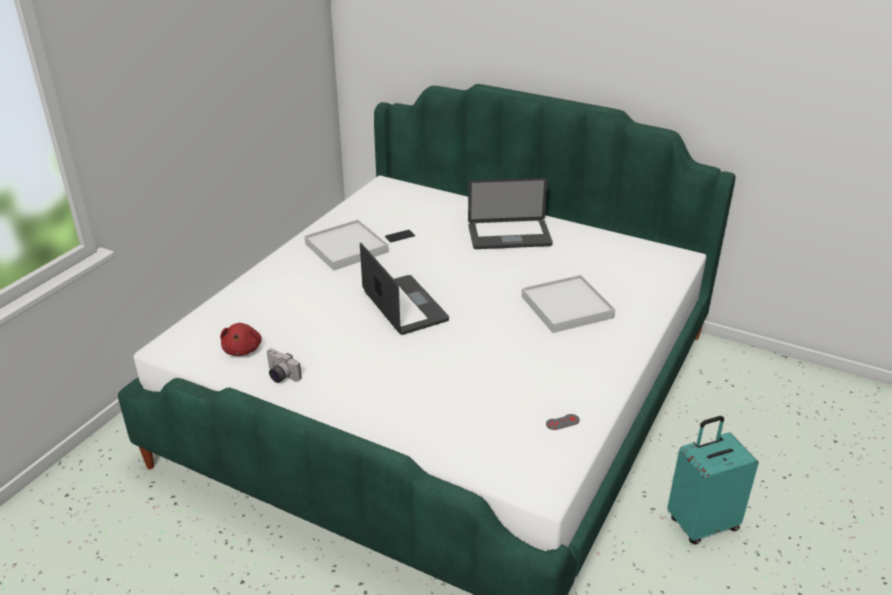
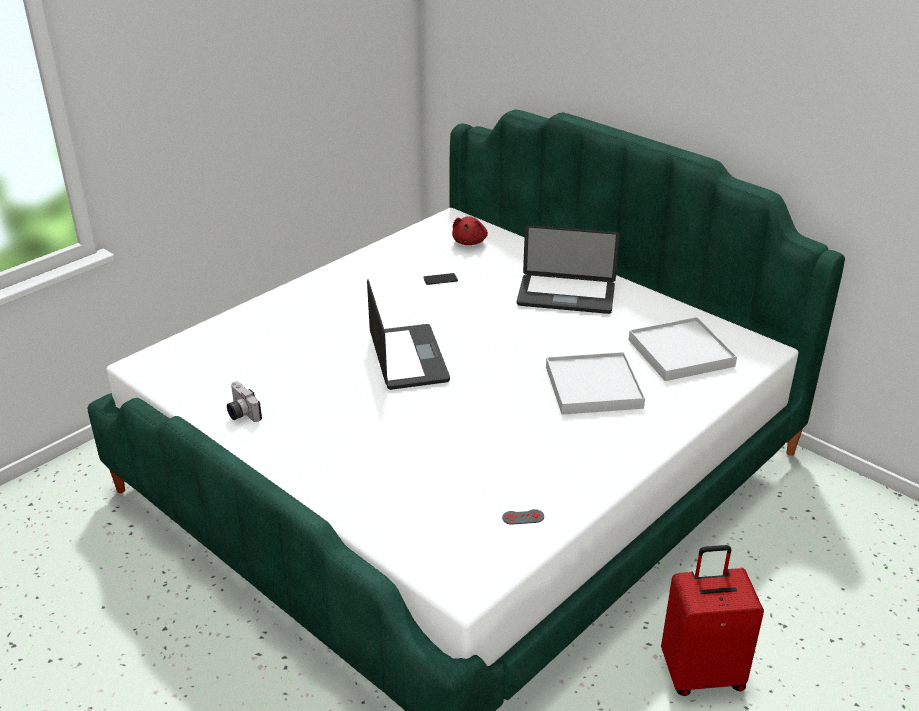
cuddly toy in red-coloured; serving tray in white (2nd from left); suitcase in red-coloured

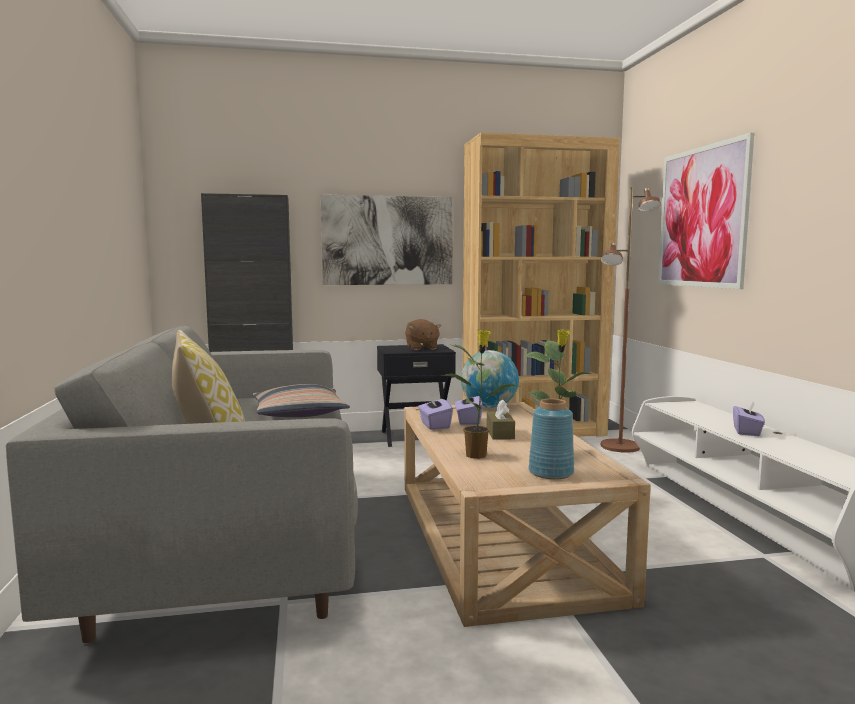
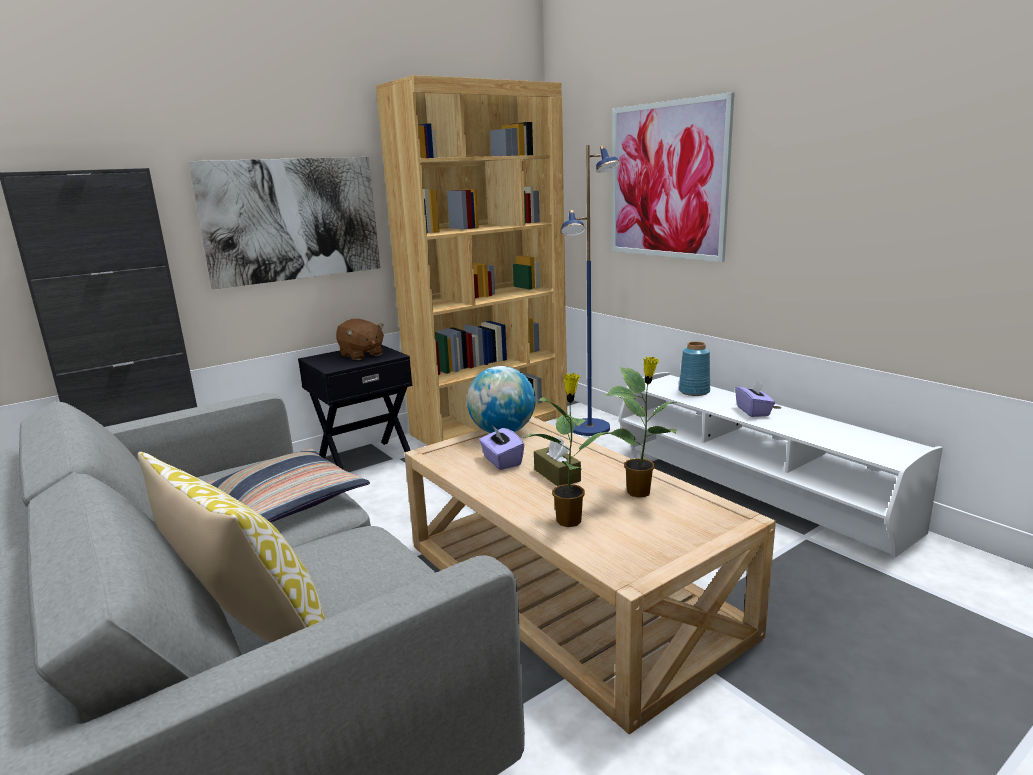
floor lamp in blue-coloured; decorative vase in blue-coloured; tissue holder in purple (1st from left in the first image)

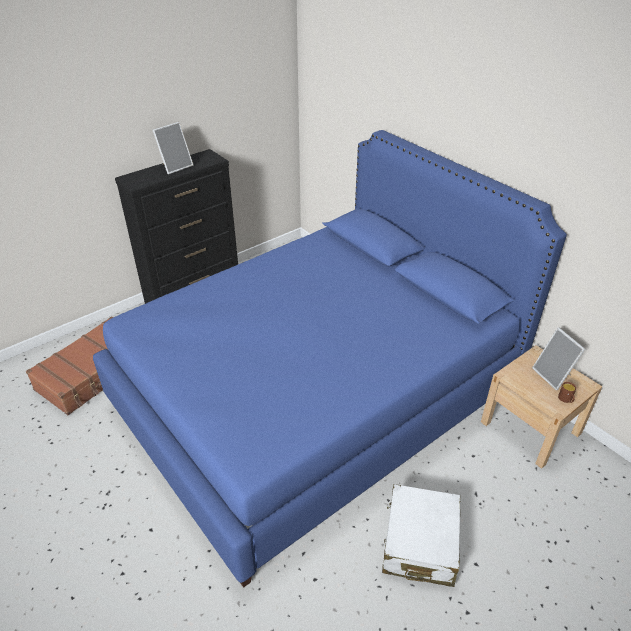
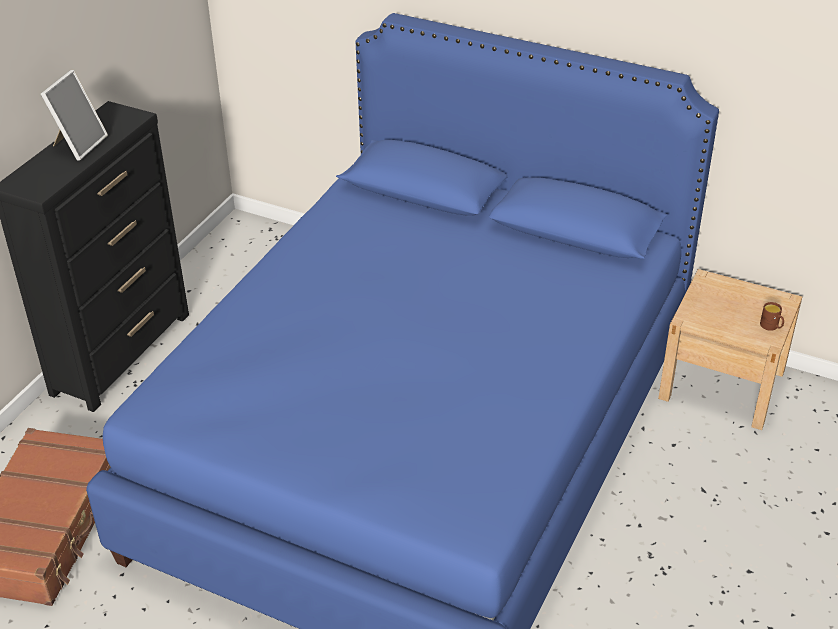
suitcase in white; picture frame (2nd from left in the first image)

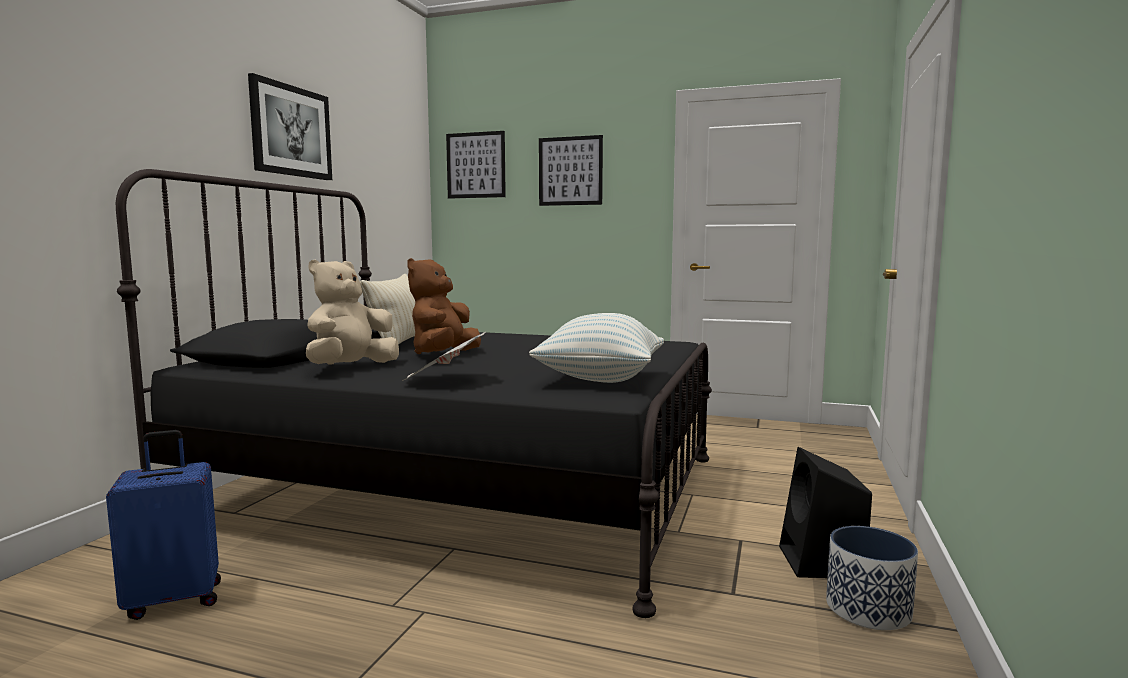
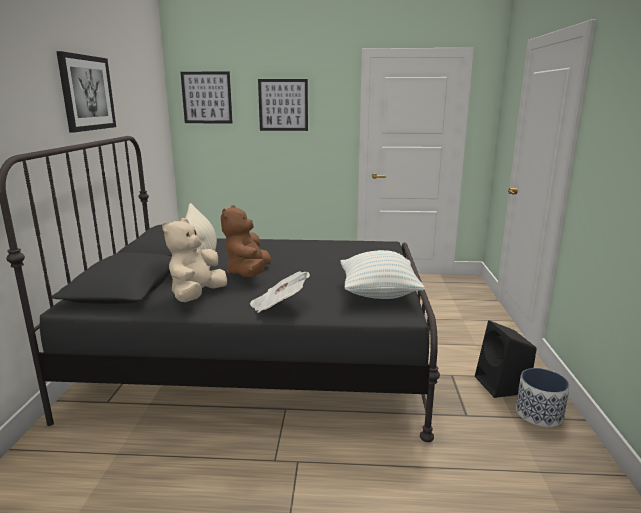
suitcase in blue-coloured

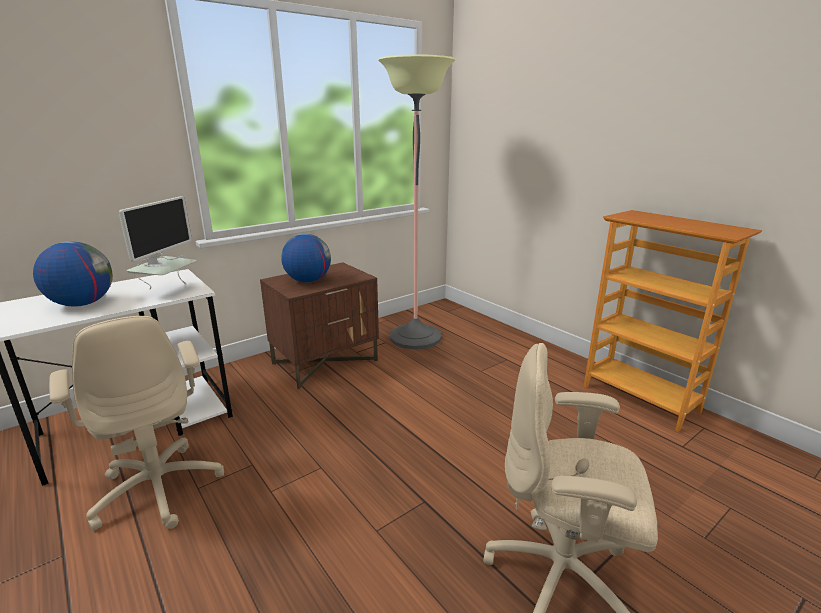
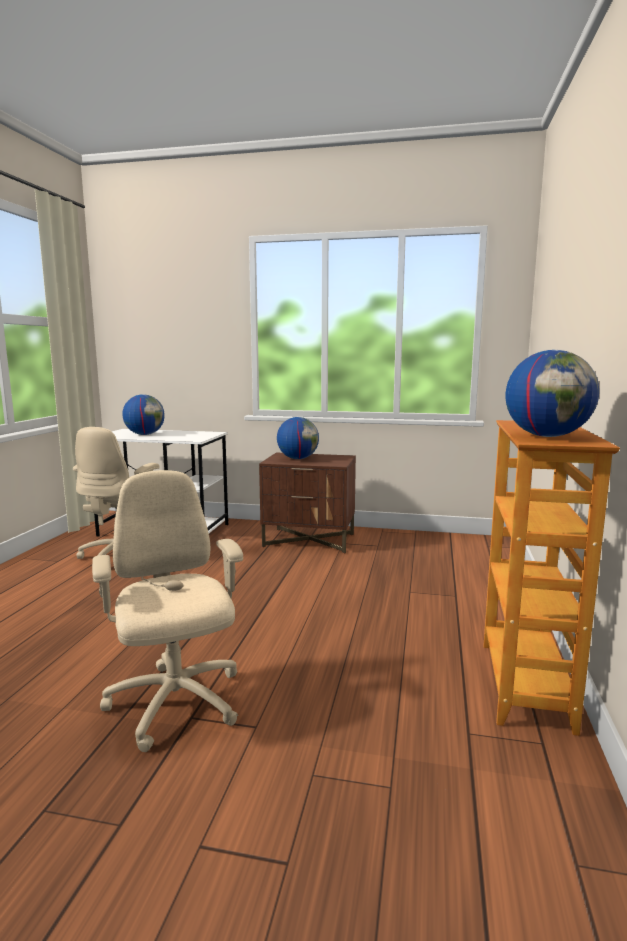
desk globe (3rd from left); computer screen; floor lamp

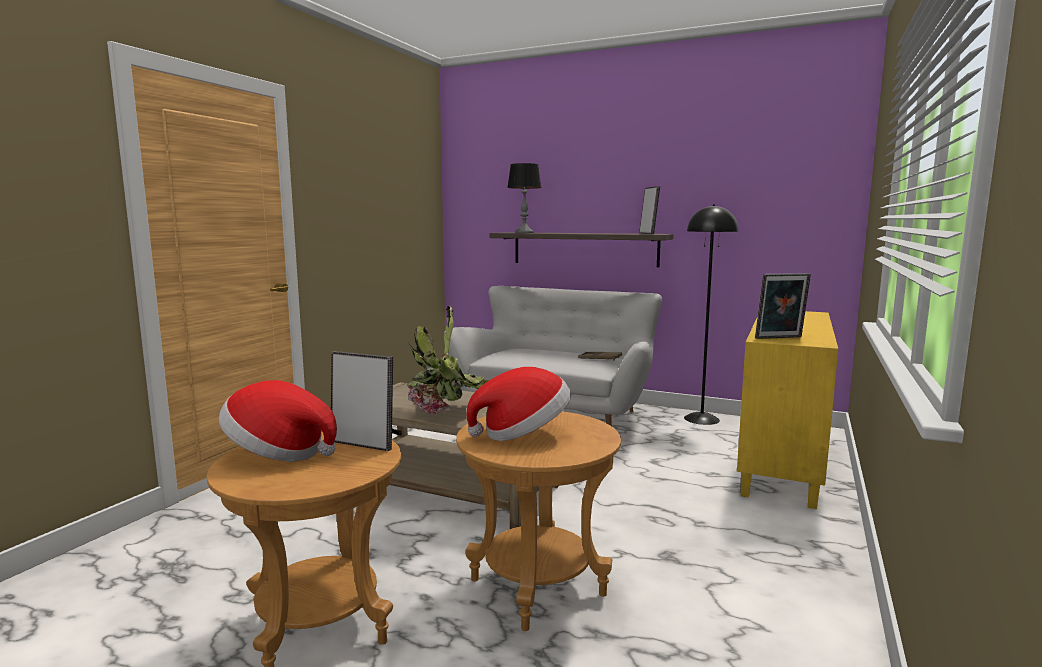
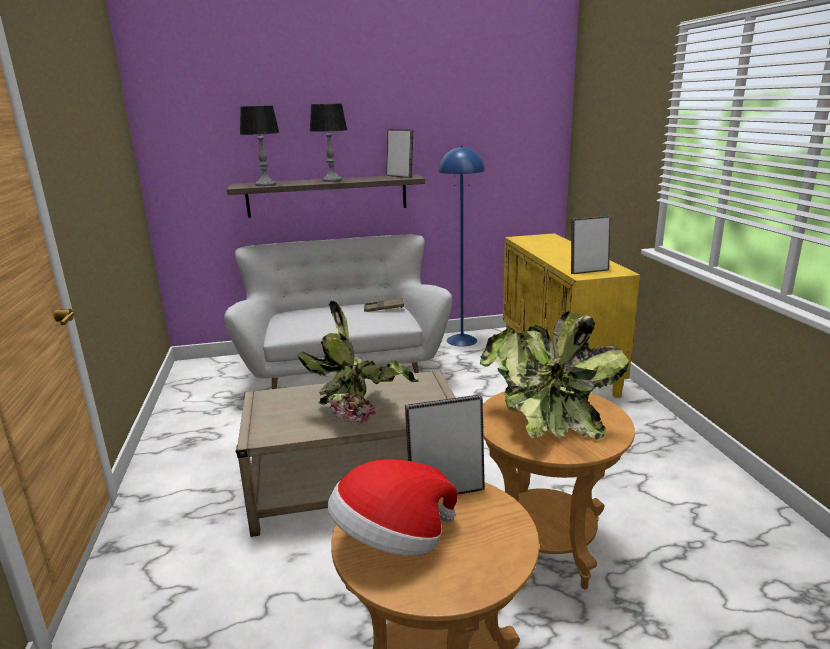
tabletop lamp (2nd from left); floor lamp in blue-coloured; potted plant (2nd from left); picture frame (3rd from left)

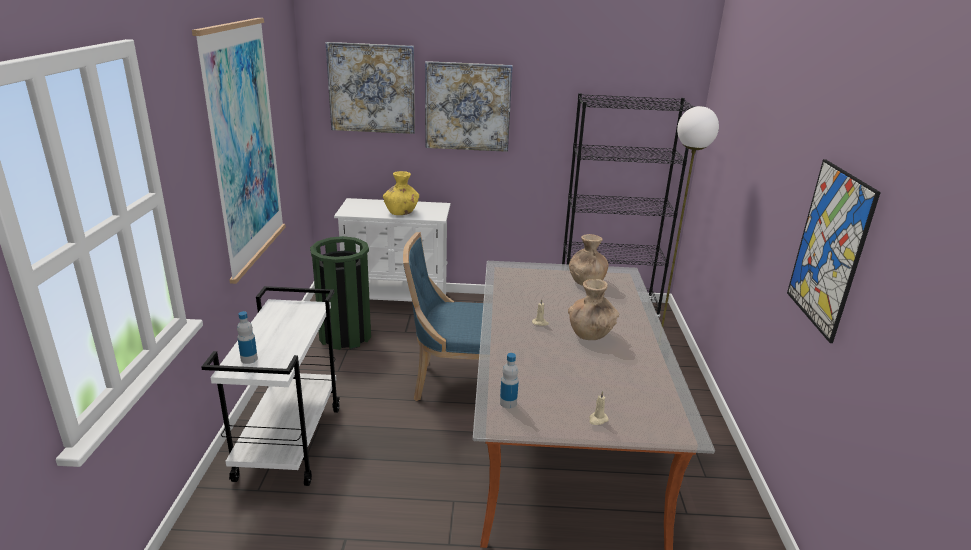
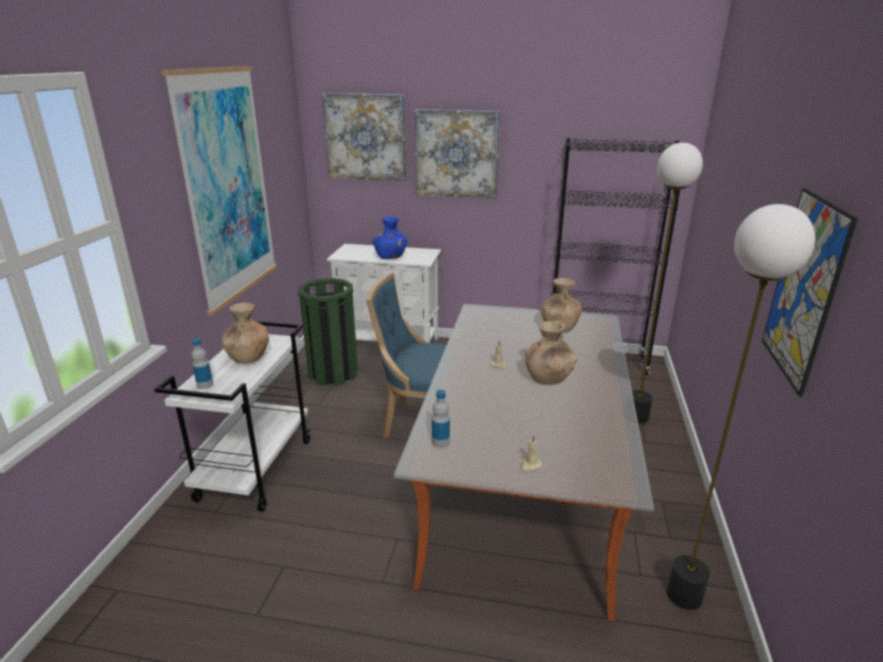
decorative vase in brown (1st from left); decorative vase in blue-coloured; floor lamp (2nd from left)

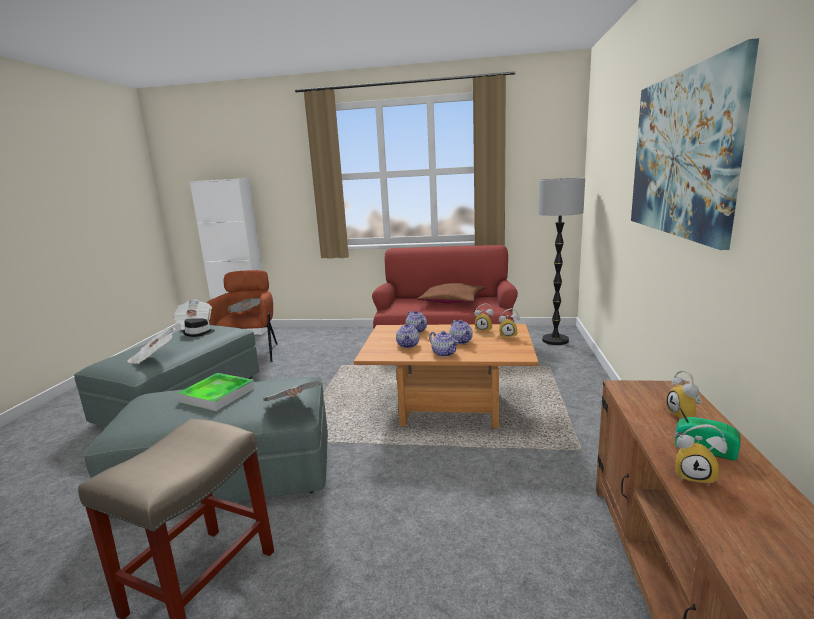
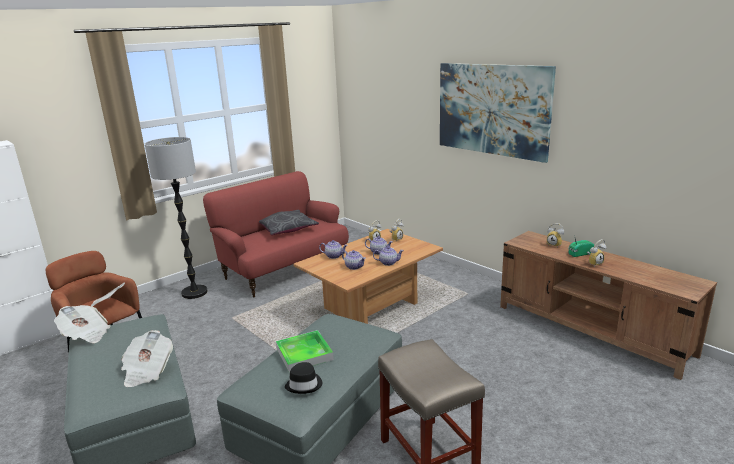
floor lamp; cushion in grey; wearable hat in blackish; newspaper (4th from left in the first image)

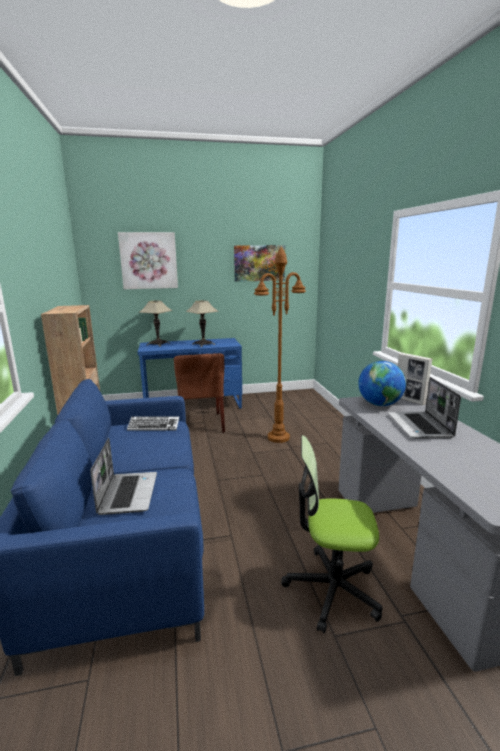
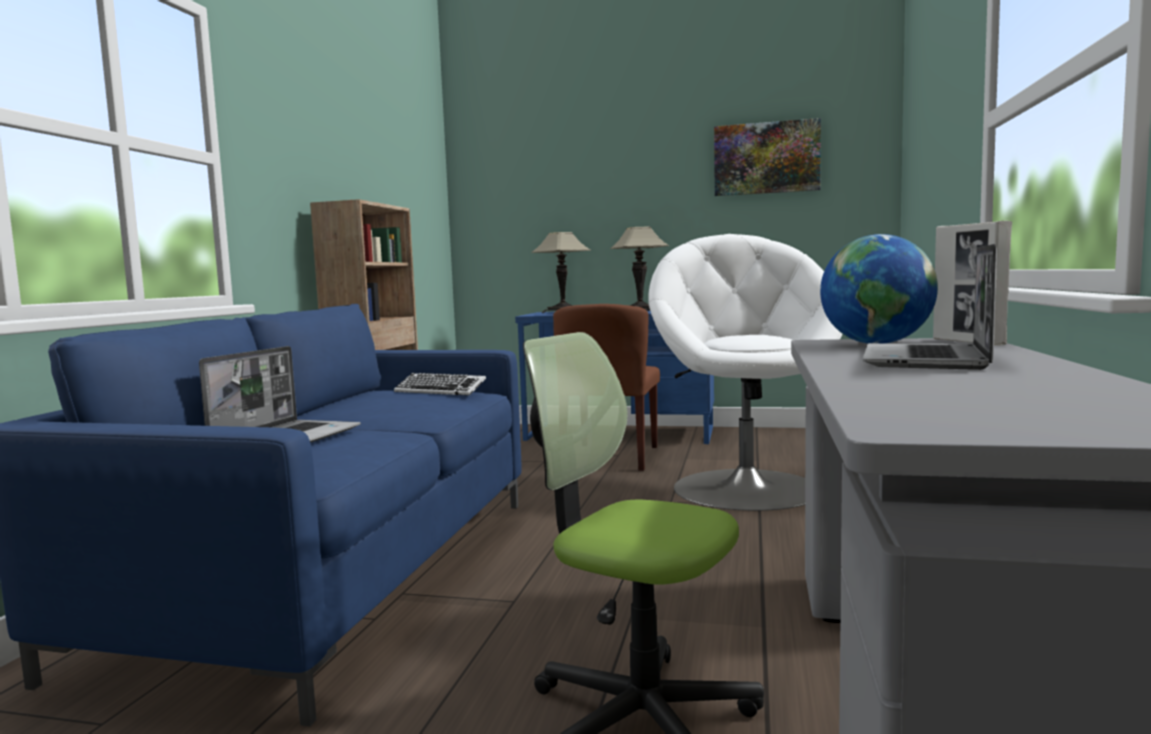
armchair in white; wall picture (1st from left in the first image)

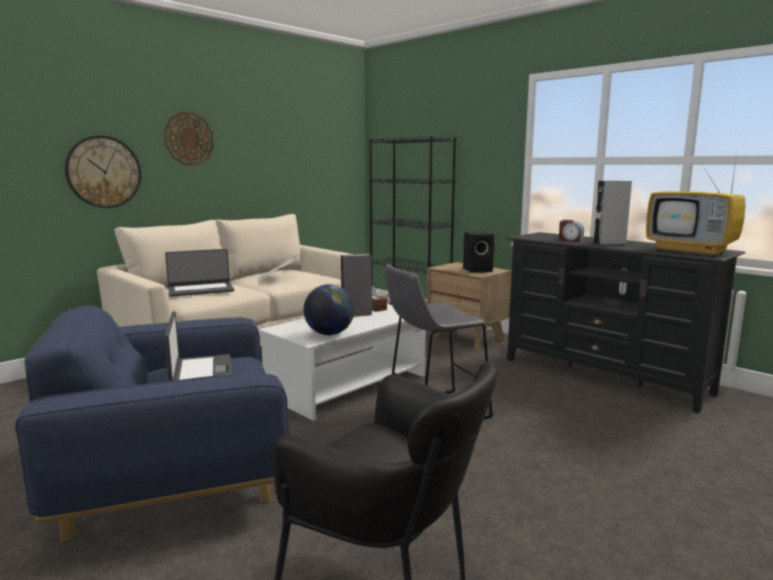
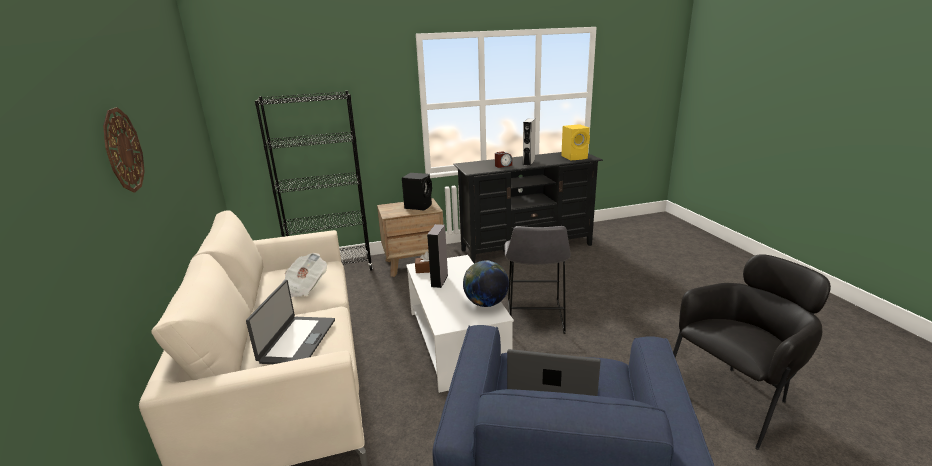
audio speaker in yellow-coloured; wall clock (1st from left in the first image)

